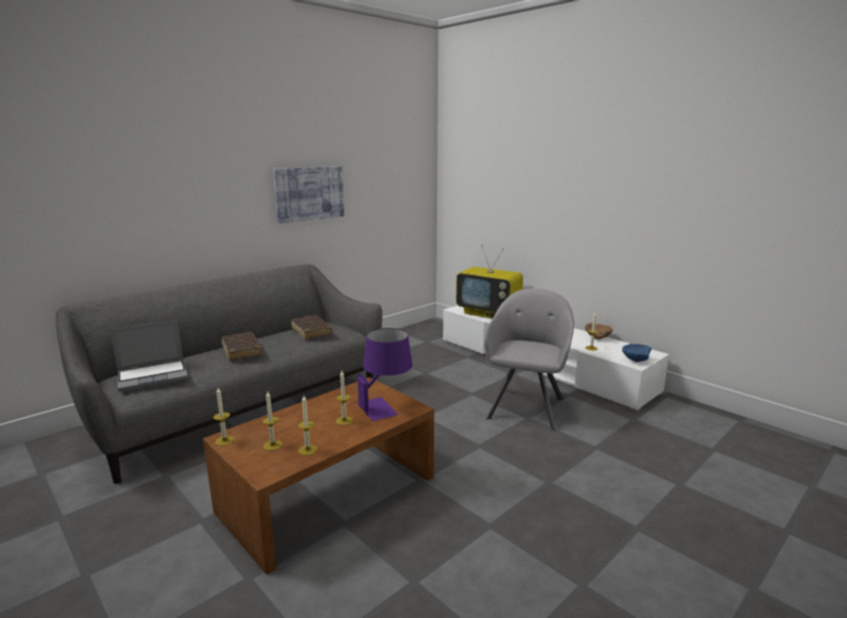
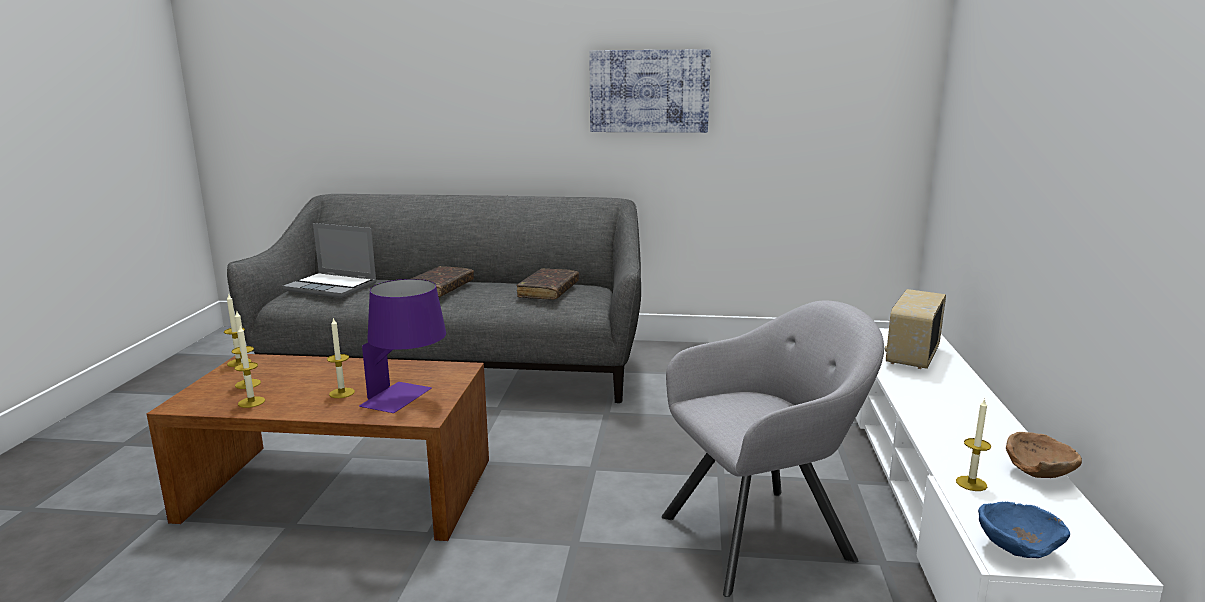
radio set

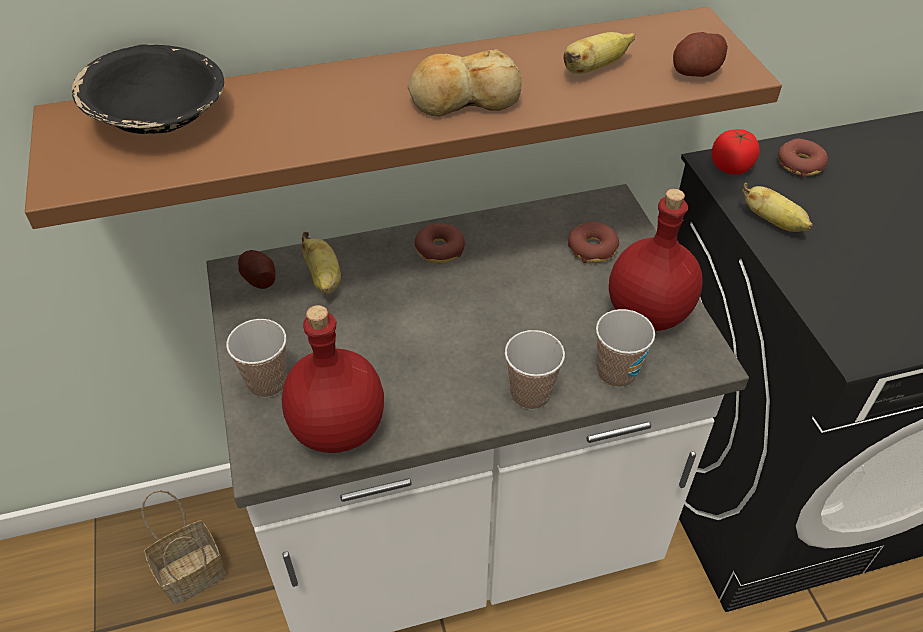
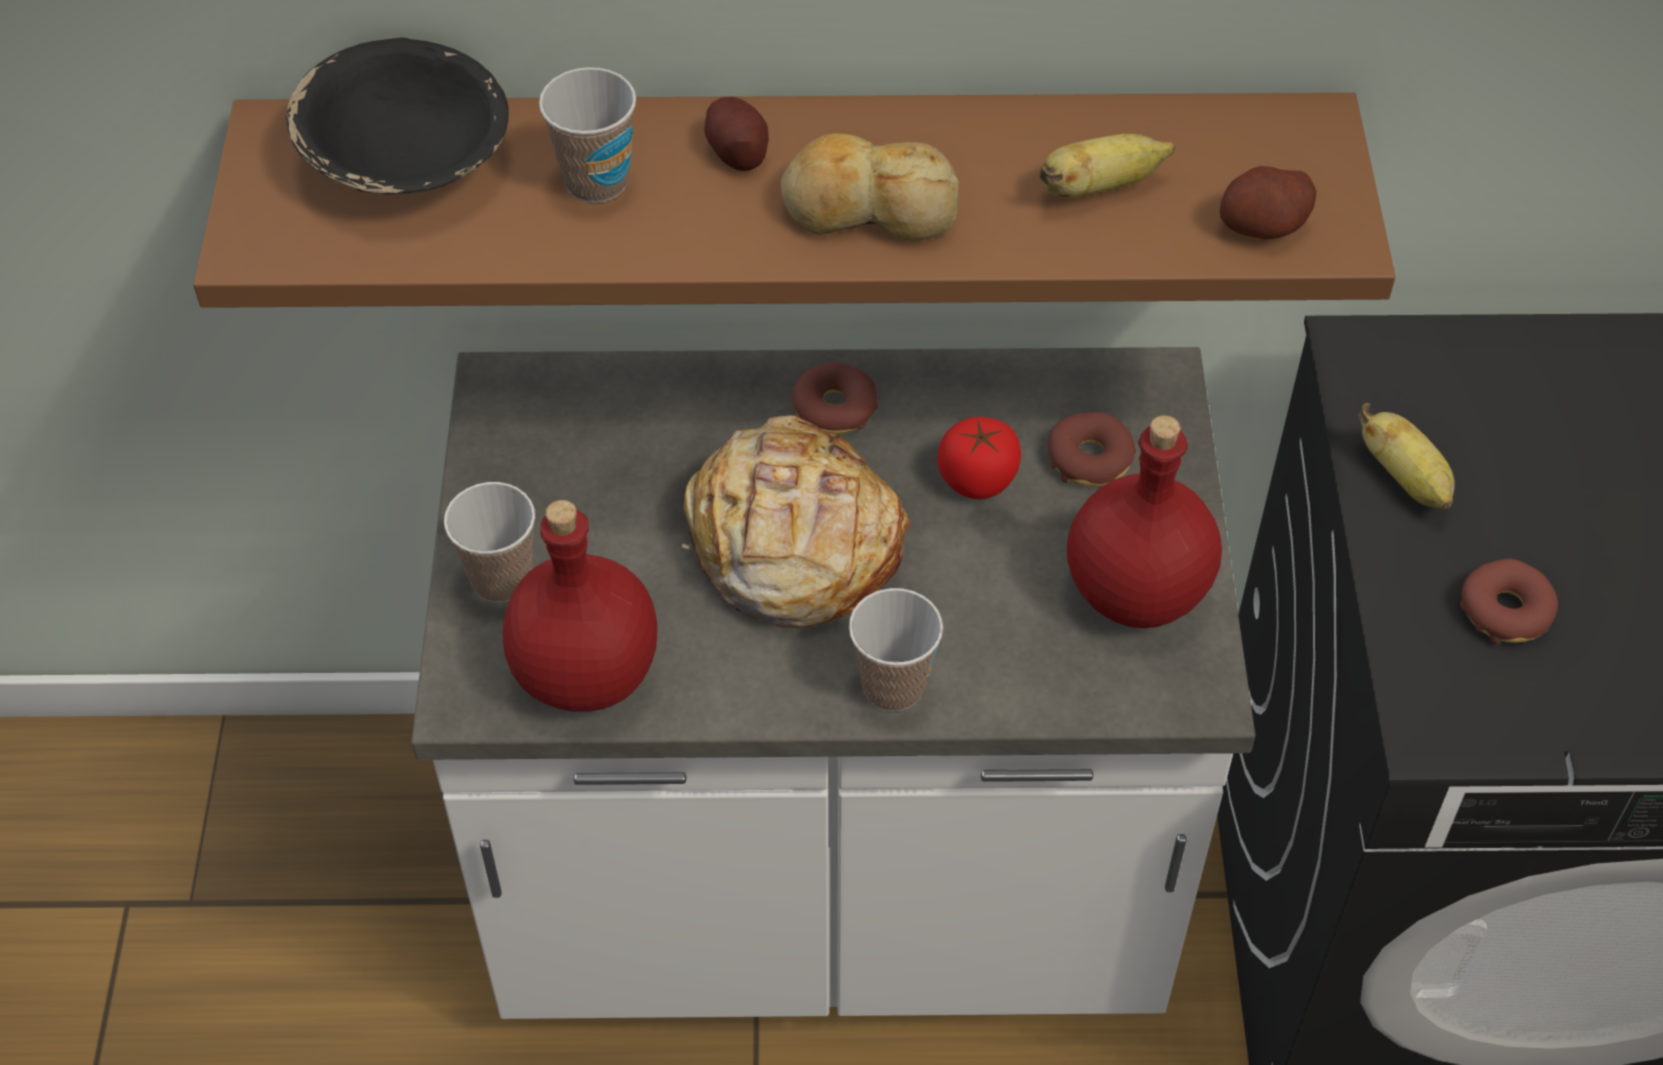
cup (2nd from left); bread (1st from left); potato (1st from left); whole tomato; donut (3rd from left); basket; banana (1st from left in the first image)

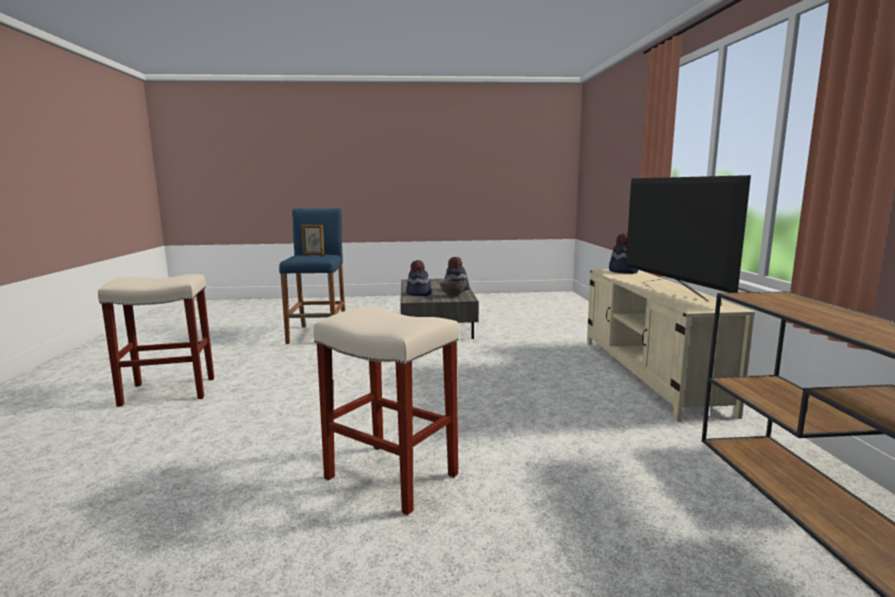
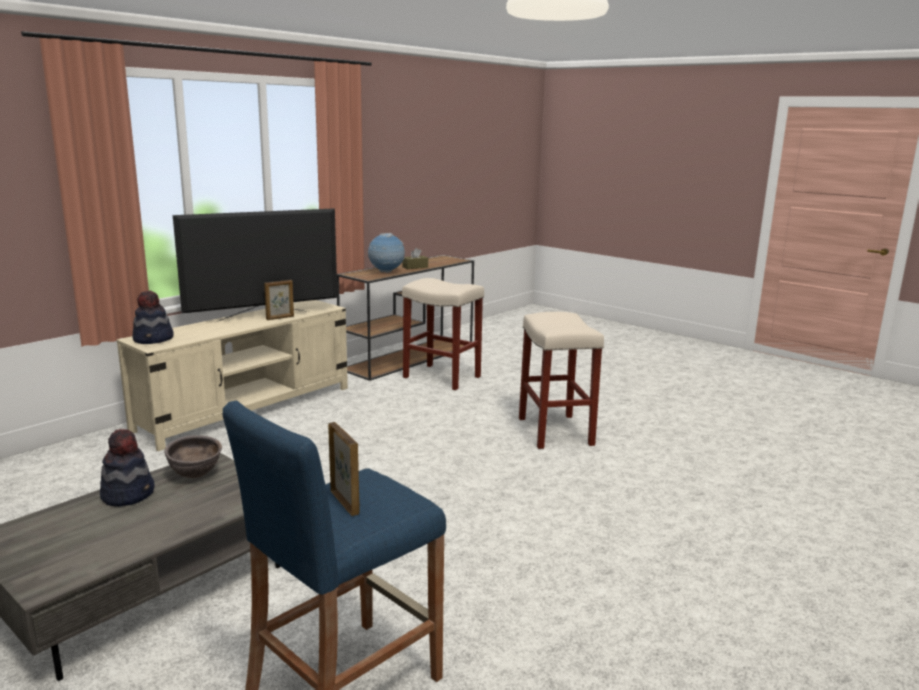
TV set; picture frame (1st from left); desk globe; stool seat in beige-coloured (1st from left); tissue holder in brown; wearable hat (1st from left in the first image)

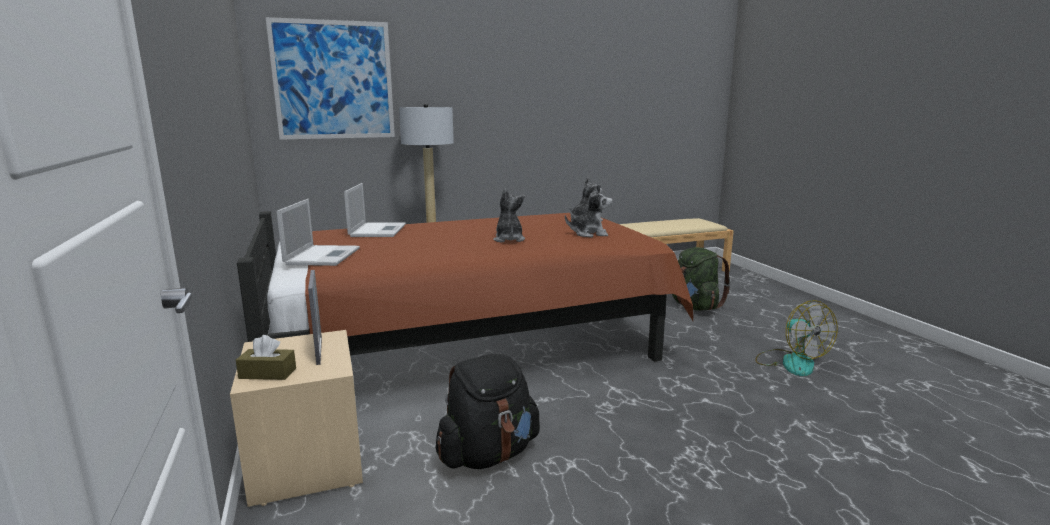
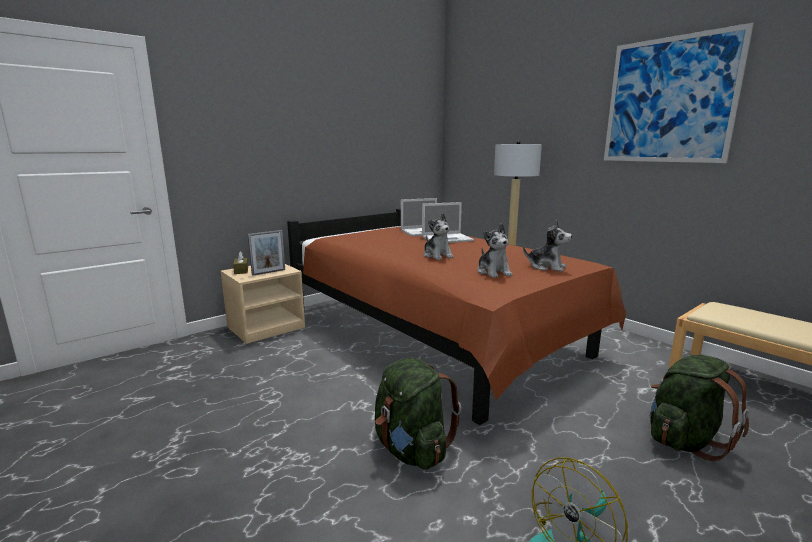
backpack in greenish (1st from left); notebook computer (2nd from left); cuddly toy (1st from left); wall picture; backpack in blackish

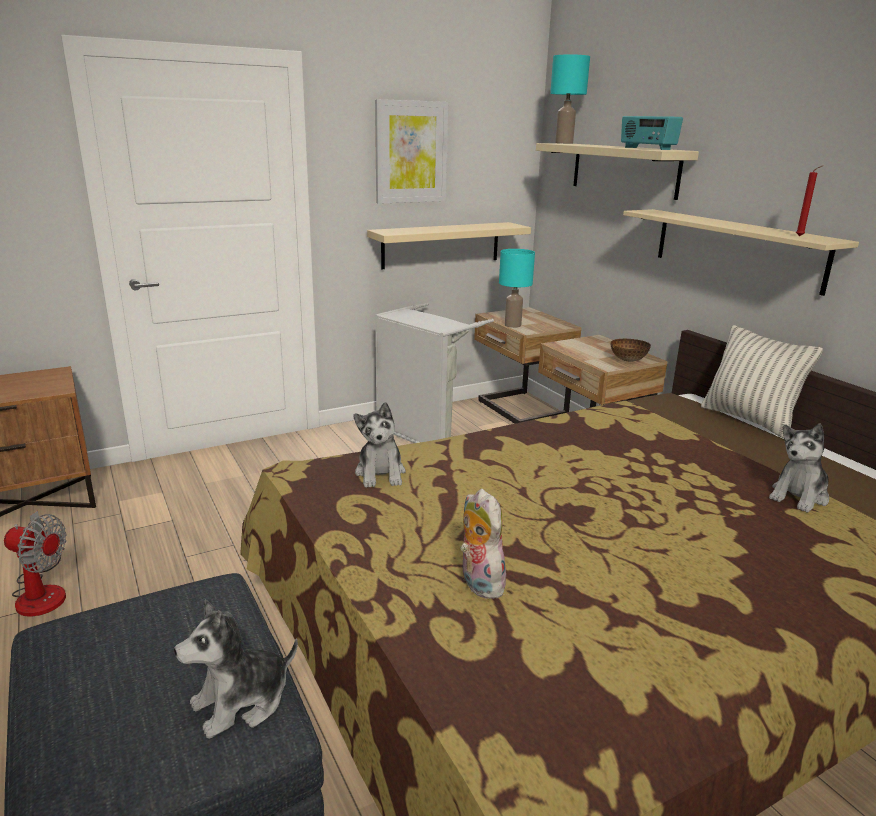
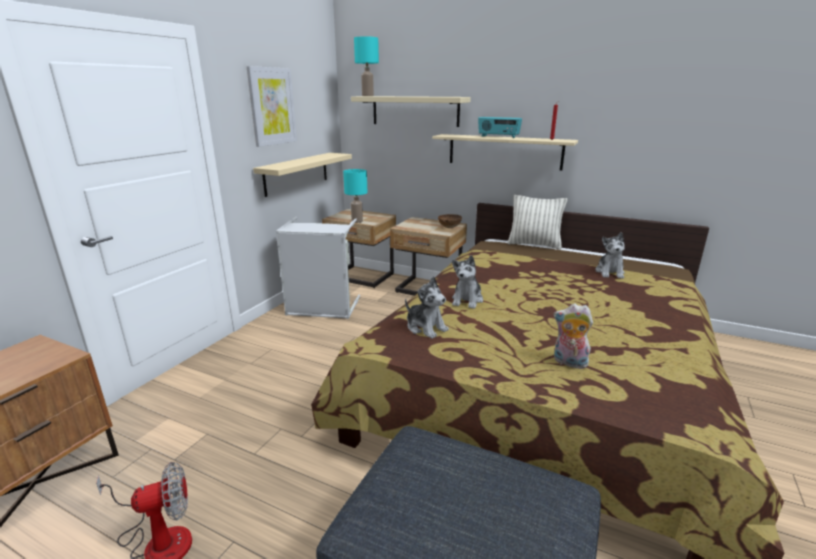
cuddly toy (2nd from left); radio set

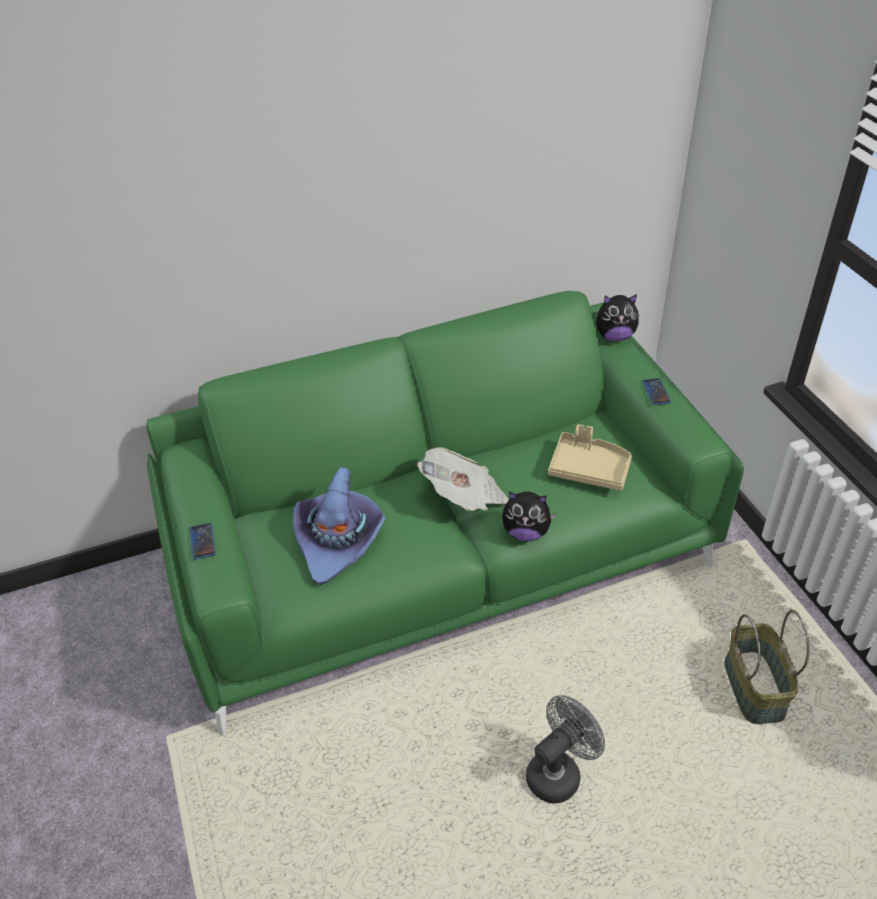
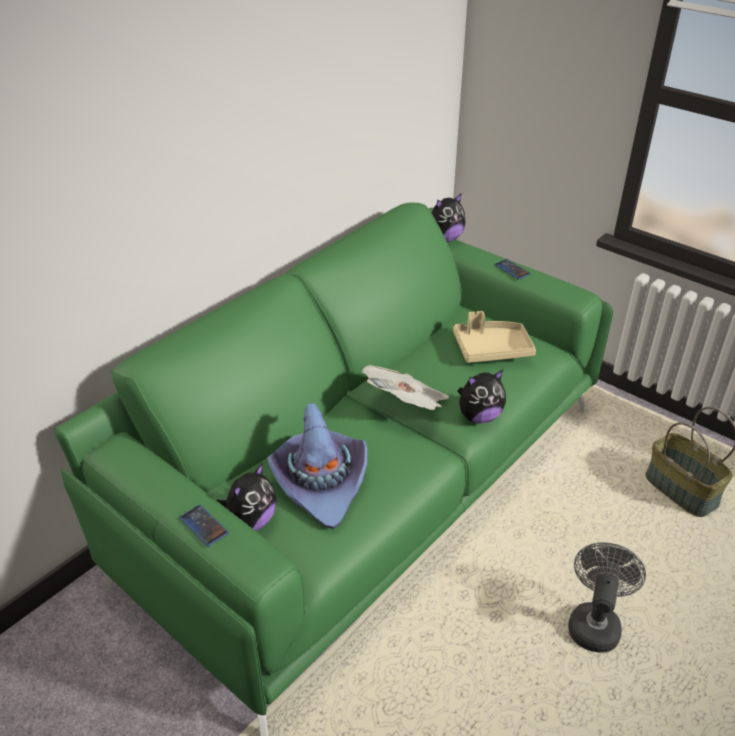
cuddly toy (1st from left)

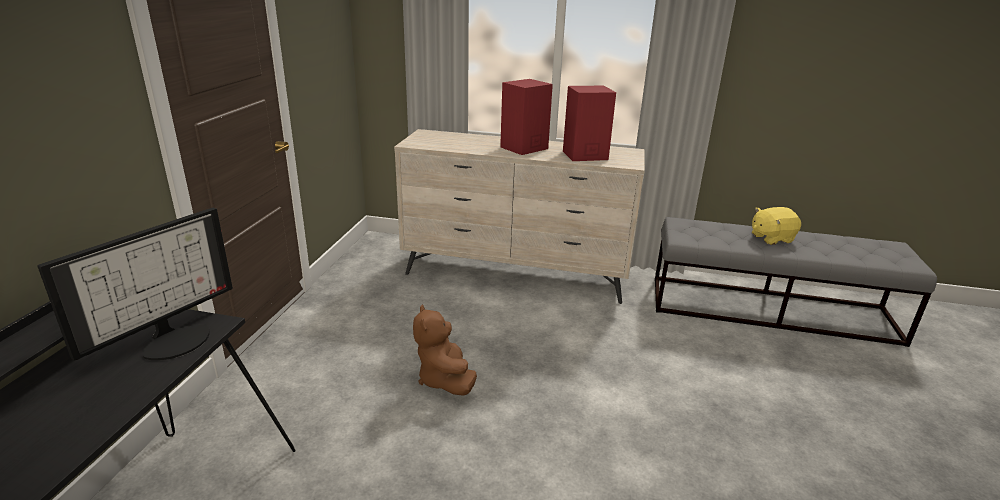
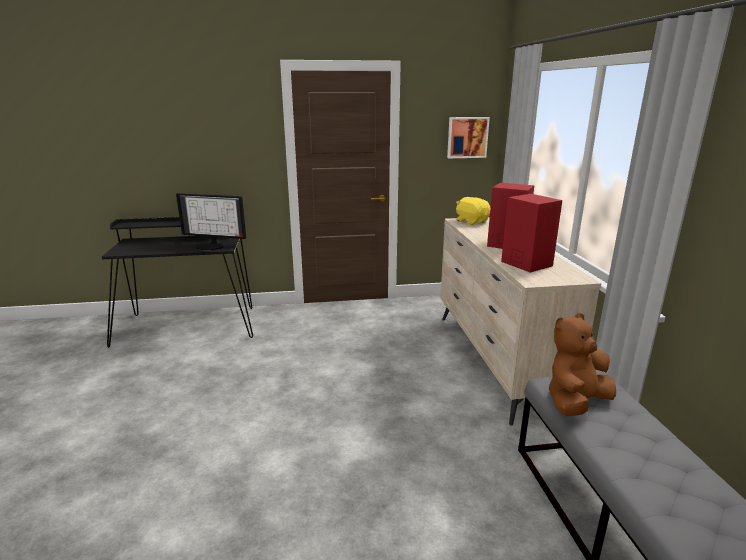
wall picture; cuddly toy in yellow-coloured; cuddly toy in brown

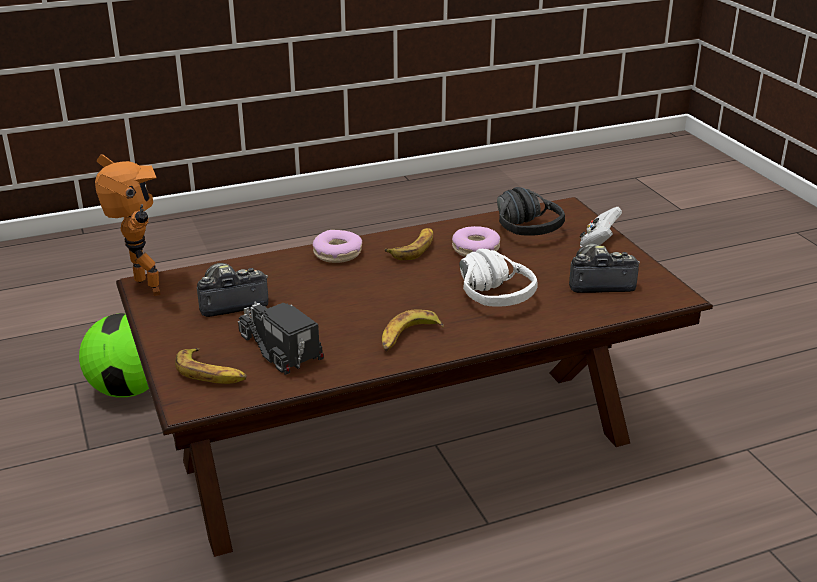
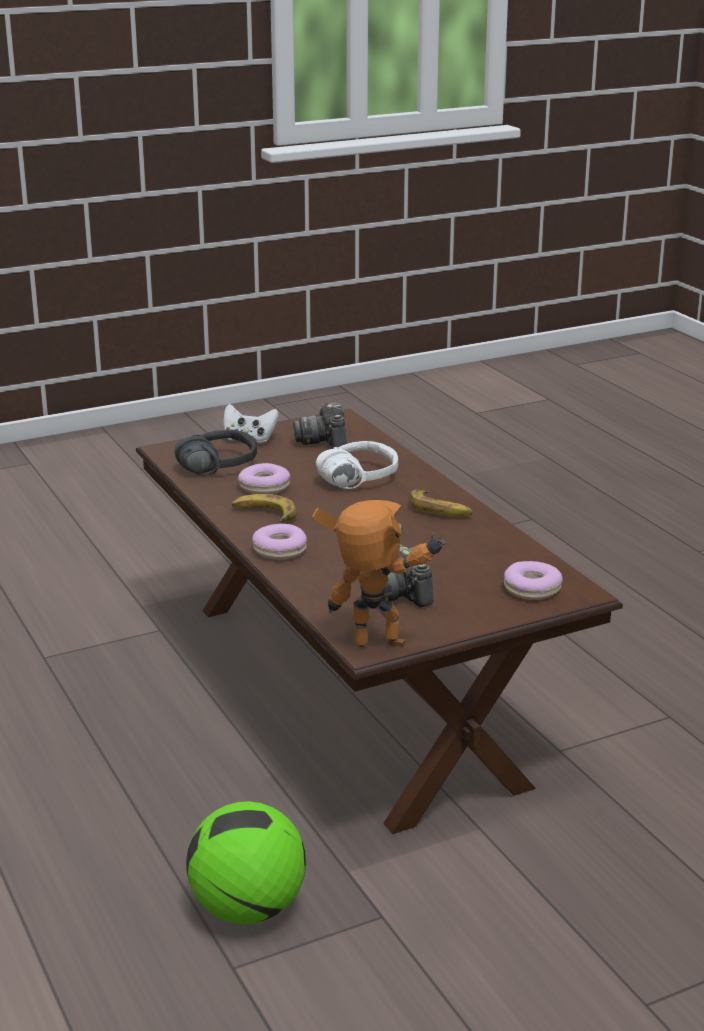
toy robot; donut (3rd from left); model truck

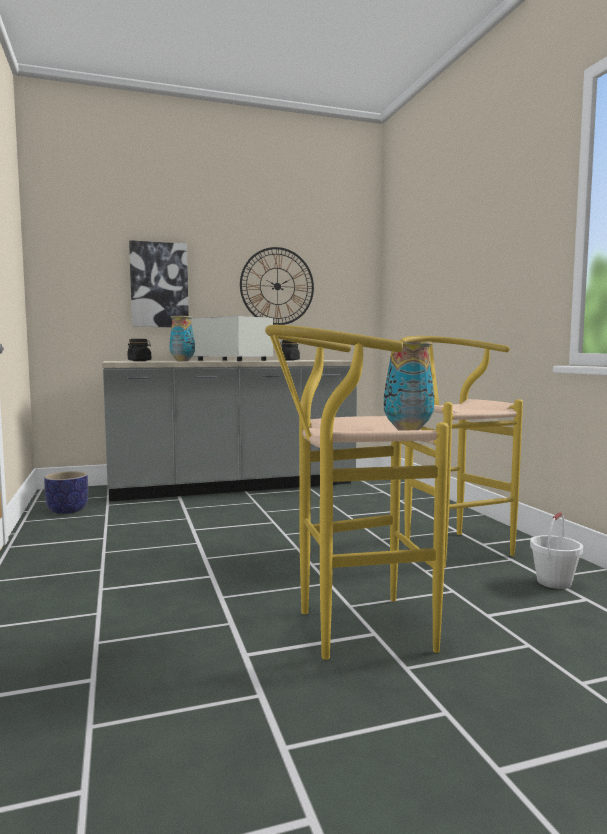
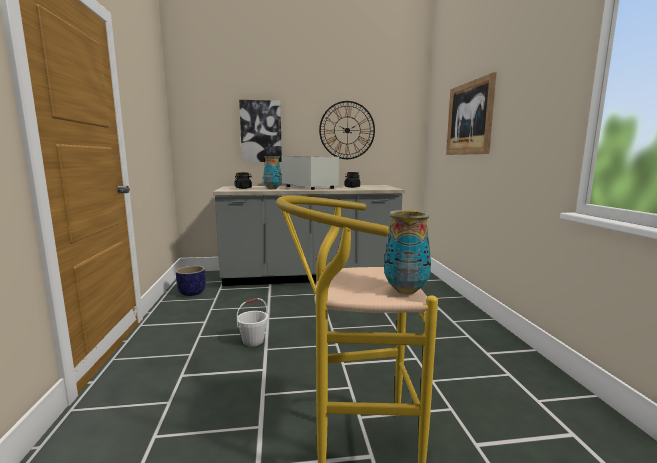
pail in white; wall picture (2nd from left); stool seat in yellow-coloured (2nd from left in the first image)

